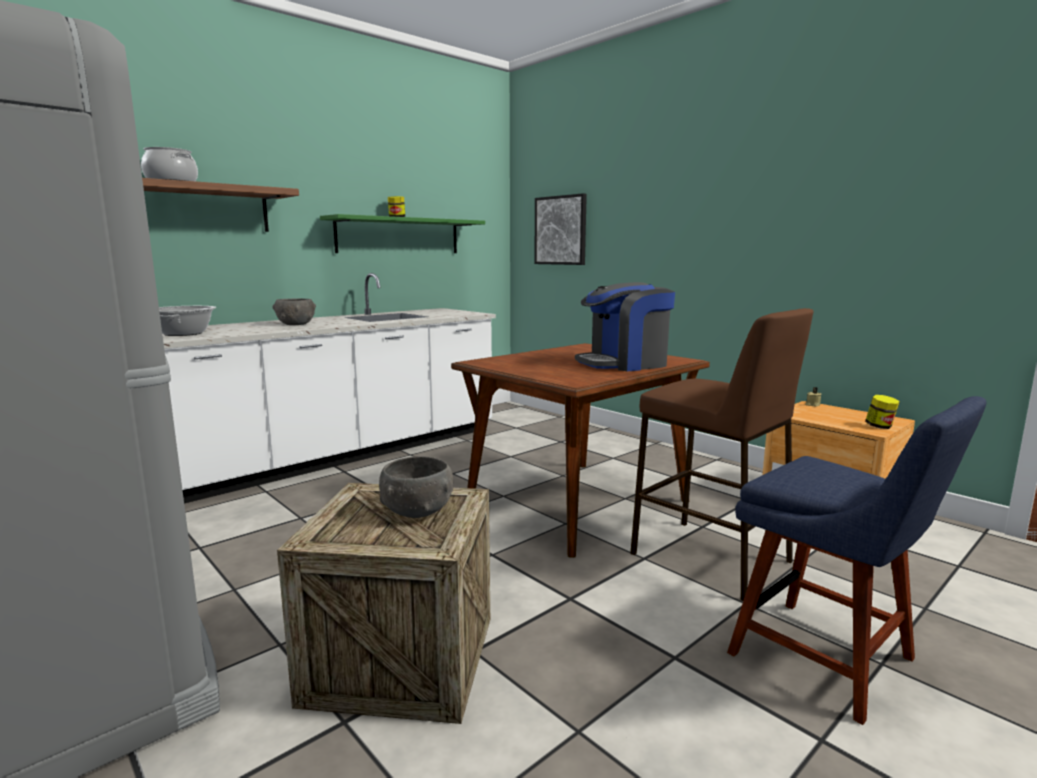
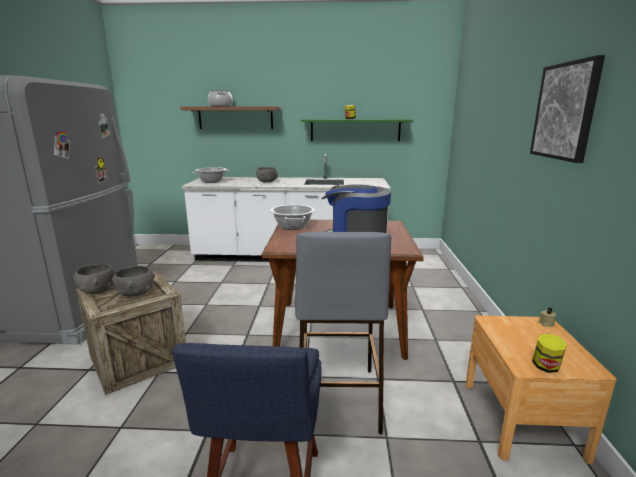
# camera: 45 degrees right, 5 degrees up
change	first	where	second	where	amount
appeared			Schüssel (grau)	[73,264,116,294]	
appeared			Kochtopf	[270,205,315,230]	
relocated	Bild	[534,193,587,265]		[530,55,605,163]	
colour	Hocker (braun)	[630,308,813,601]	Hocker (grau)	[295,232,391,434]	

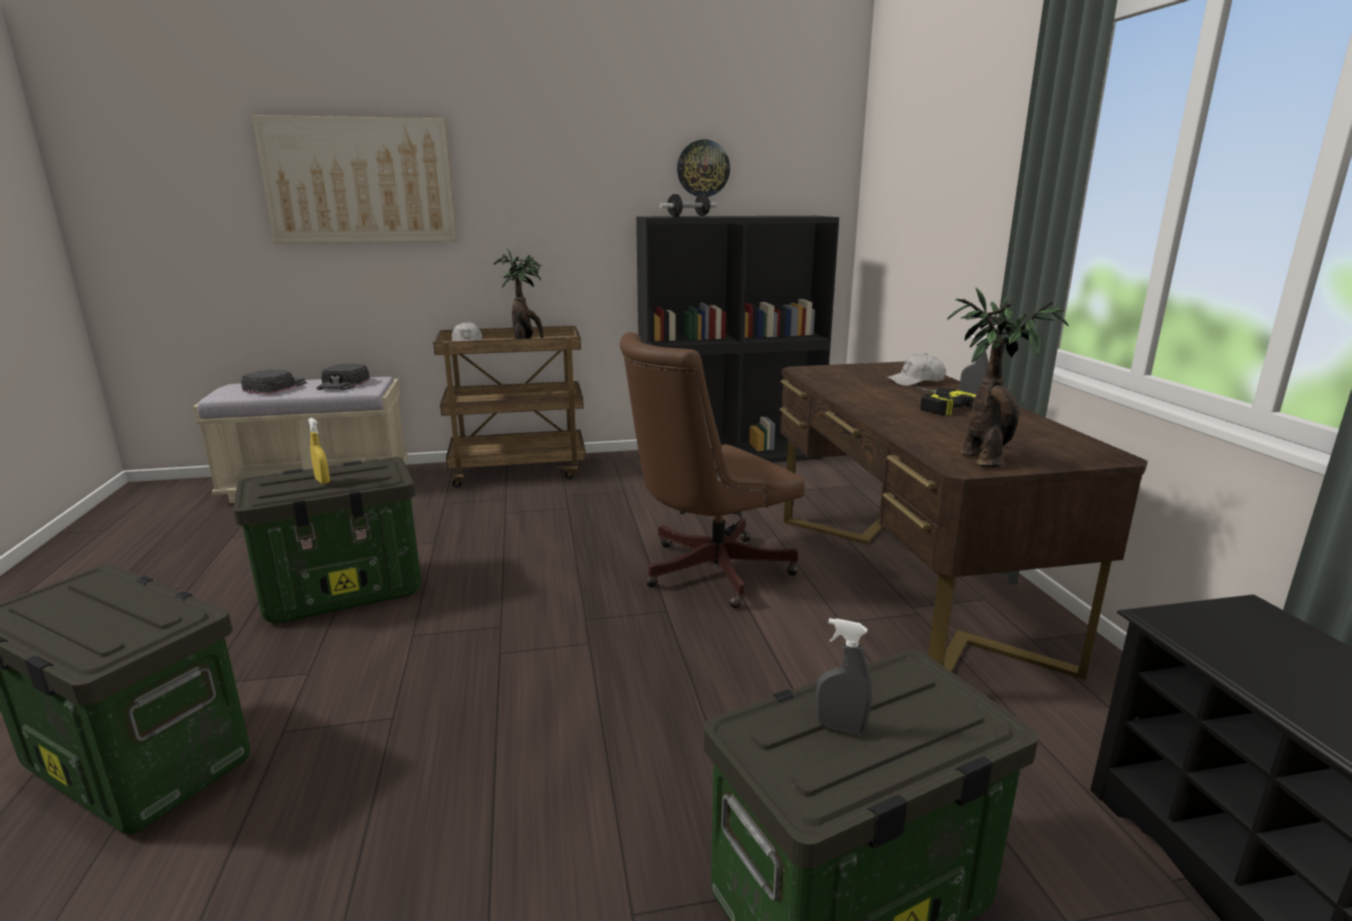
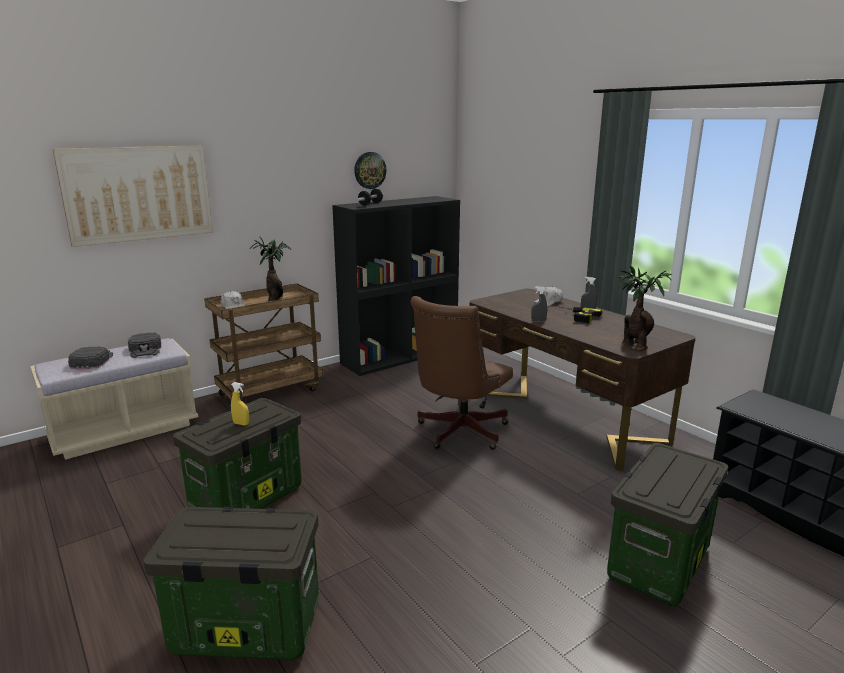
# camera: 25 degrees left, 0 degrees up
change	first	where	second	where	amount
relocated	Sprühflasche (grau)	[816,618,872,734]		[531,286,547,322]	

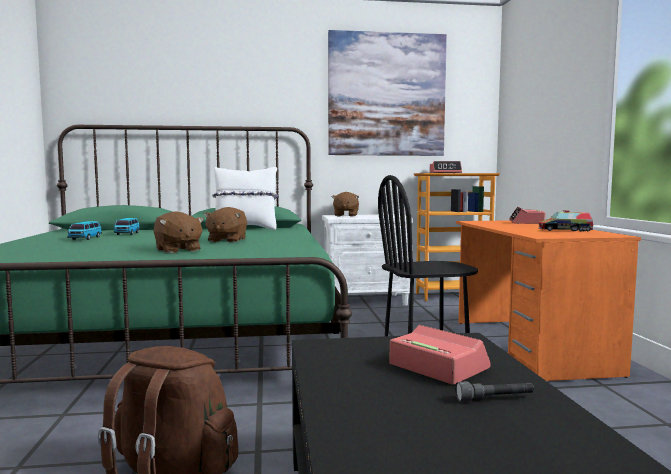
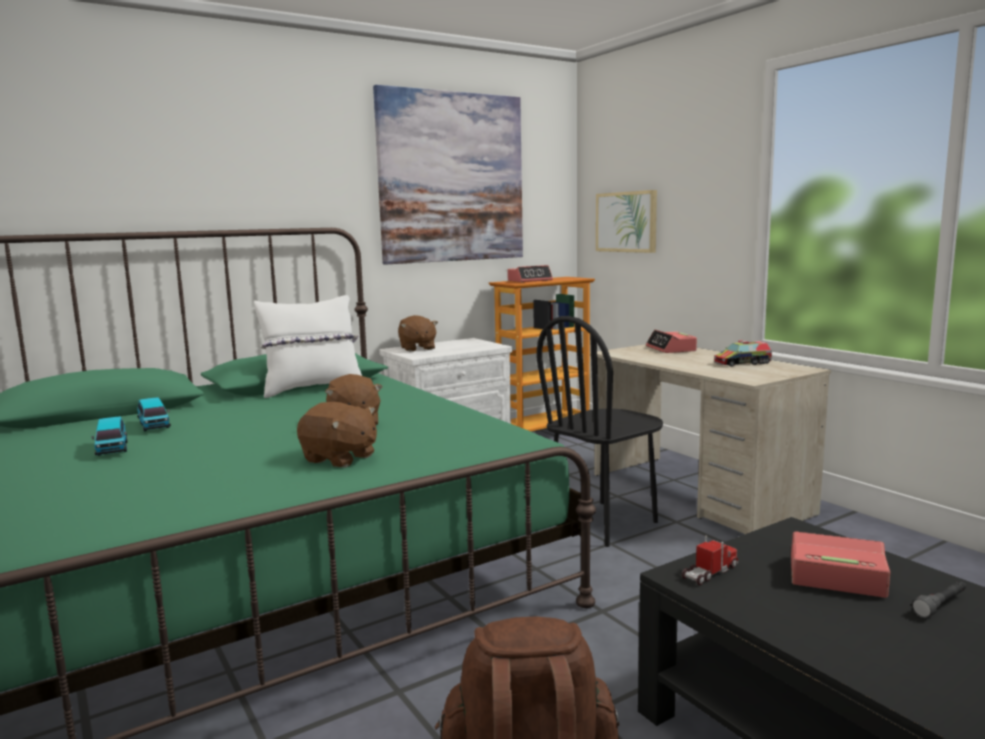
# camera: 25 degrees left, 5 degrees up
change	first	where	second	where	amount
appeared			Bild	[596,190,657,253]	
appeared			Spielzeuglaster	[682,536,738,585]	
colour	Schreibtisch (orange)	[456,220,641,381]	Schreibtisch (beige)	[590,344,831,534]	

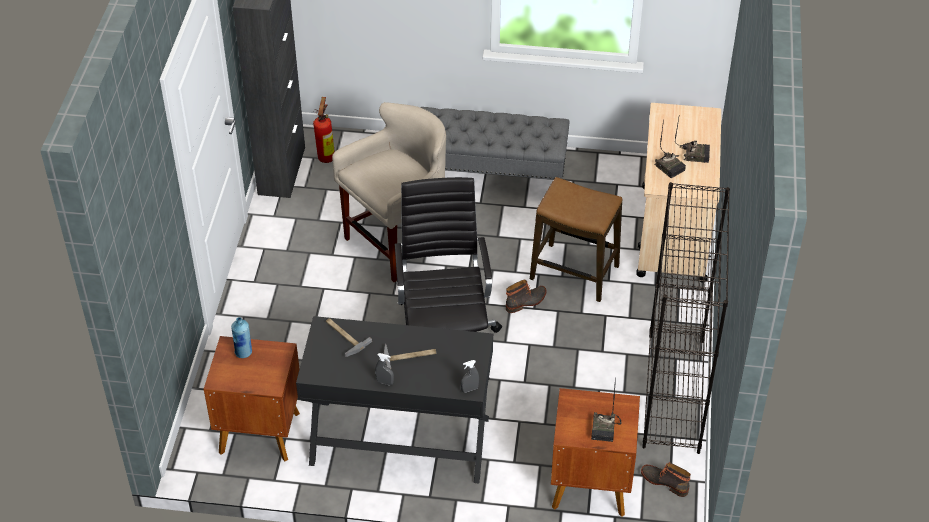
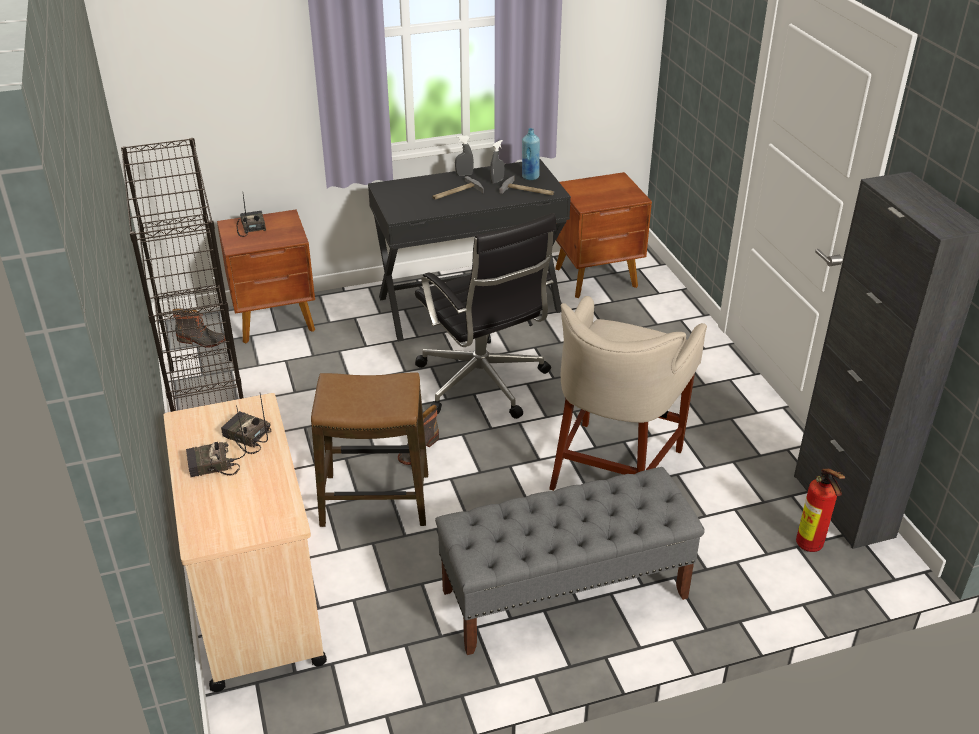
# camera: 155 degrees right, 10 degrees down
change	first	where	second	where	amount
relocated	Flasche (blau)	[231,317,252,358]		[522,128,540,180]	
relocated	Sprühflasche (grau)	[461,360,479,393]		[490,140,504,184]	

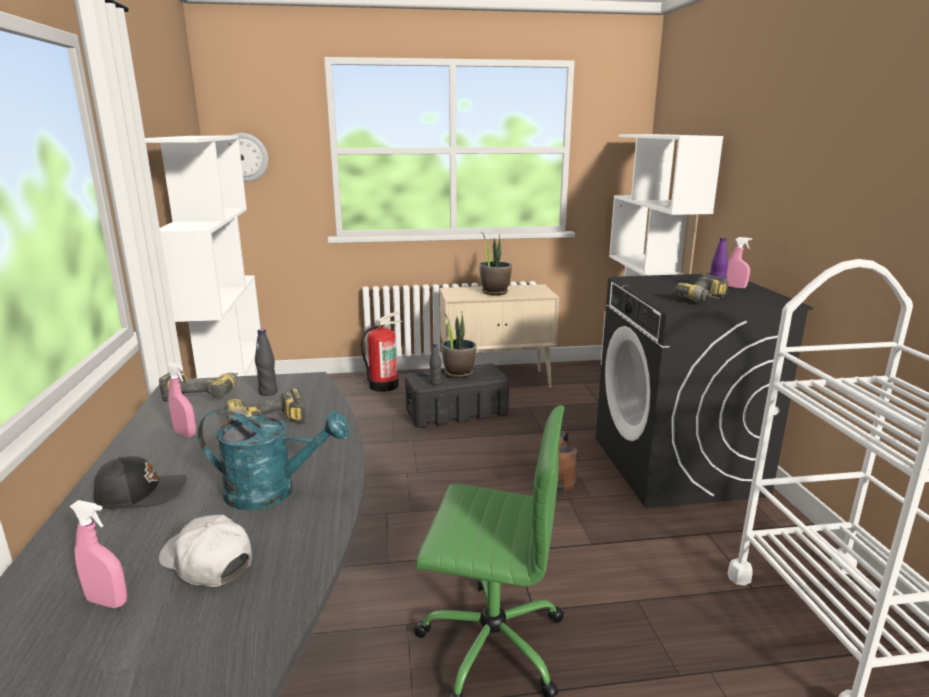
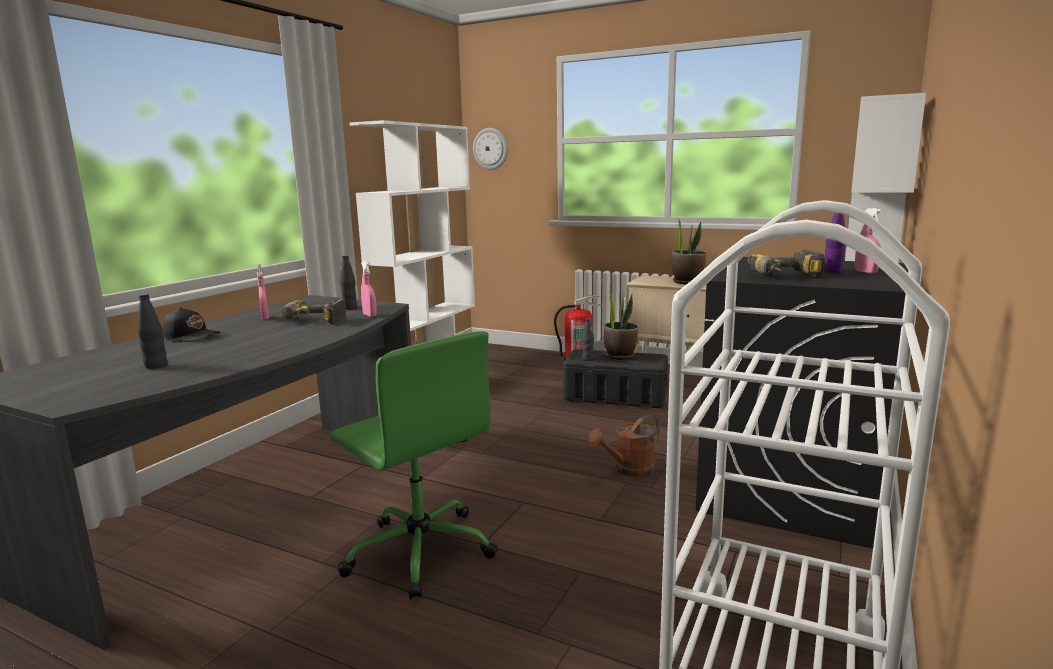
# camera: 35 degrees right, 5 degrees down
change	first	where	second	where	amount
missing	Bohrmaschine	[159,370,238,402]			
missing	Gießkanne (türkis)	[198,409,349,510]			
relocated	Sprühflasche (rosa)	[70,500,127,608]		[361,261,377,317]	
exchanged	Kappe (weiß)	[159,515,252,587]	Flasche (schwarz)	[137,294,167,369]	

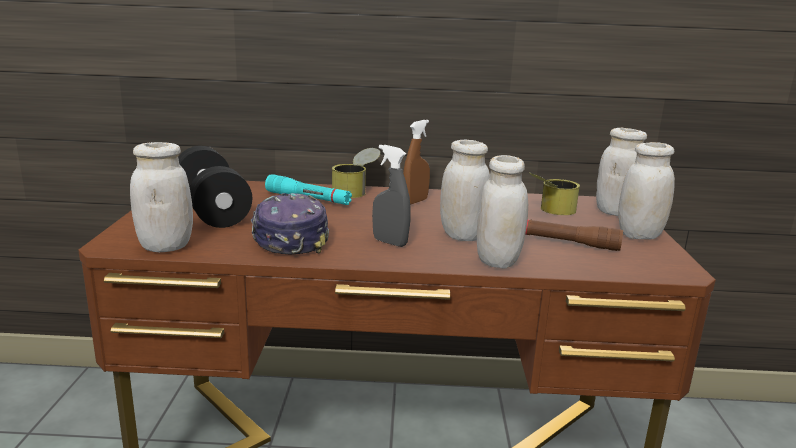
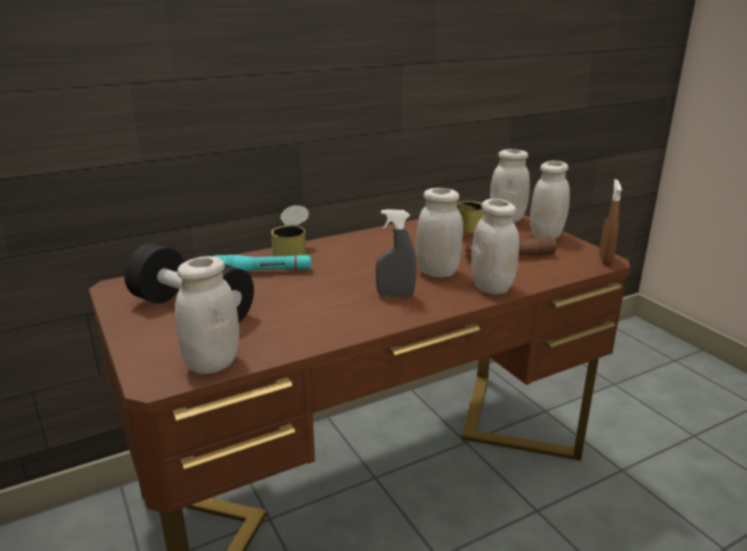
# camera: 30 degrees left, 5 degrees up
change	first	where	second	where	amount
missing	Kappe	[251,193,329,254]			
relocated	Sprühflasche (braun)	[403,120,430,205]		[599,179,622,265]	

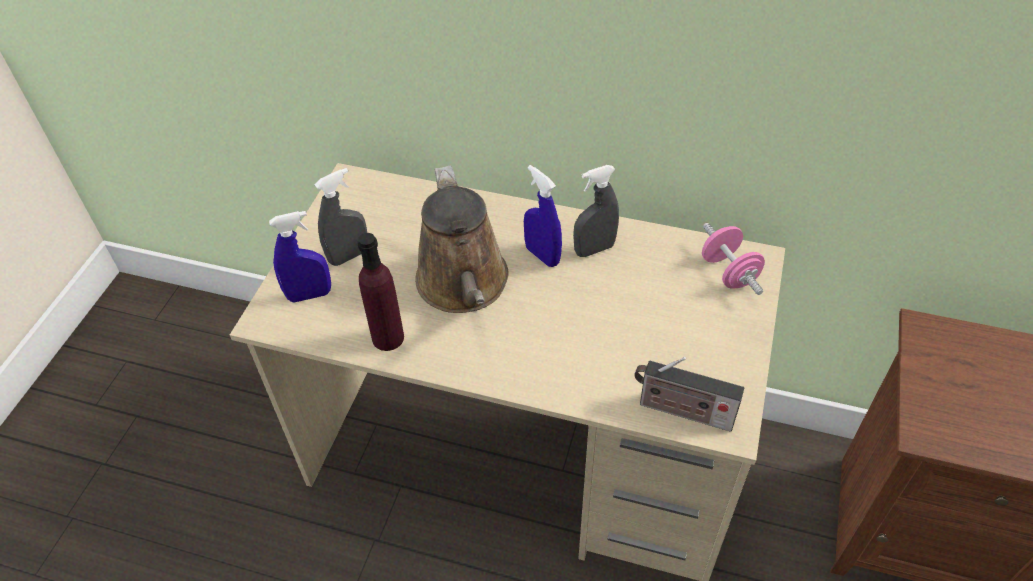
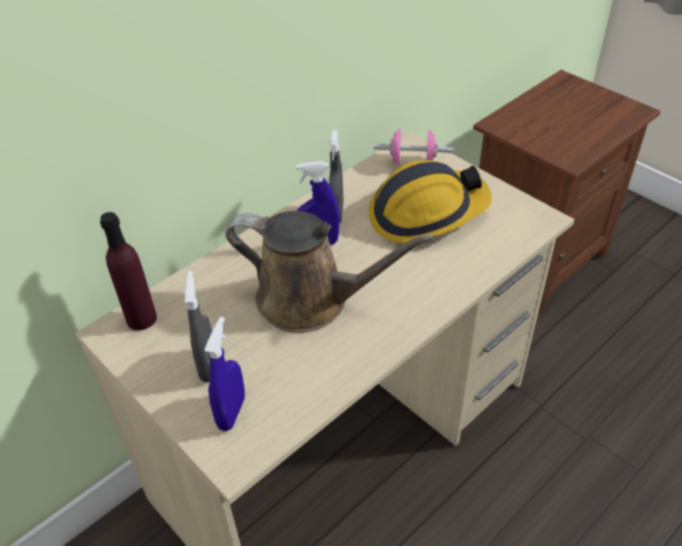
# camera: 60 degrees left, 5 degrees down
change	first	where	second	where	amount
missing	Radio	[634,357,744,432]			
appeared			Schutzhelm	[369,160,492,243]	
relocated	Flasche (lila)	[358,233,404,351]		[100,212,157,330]	

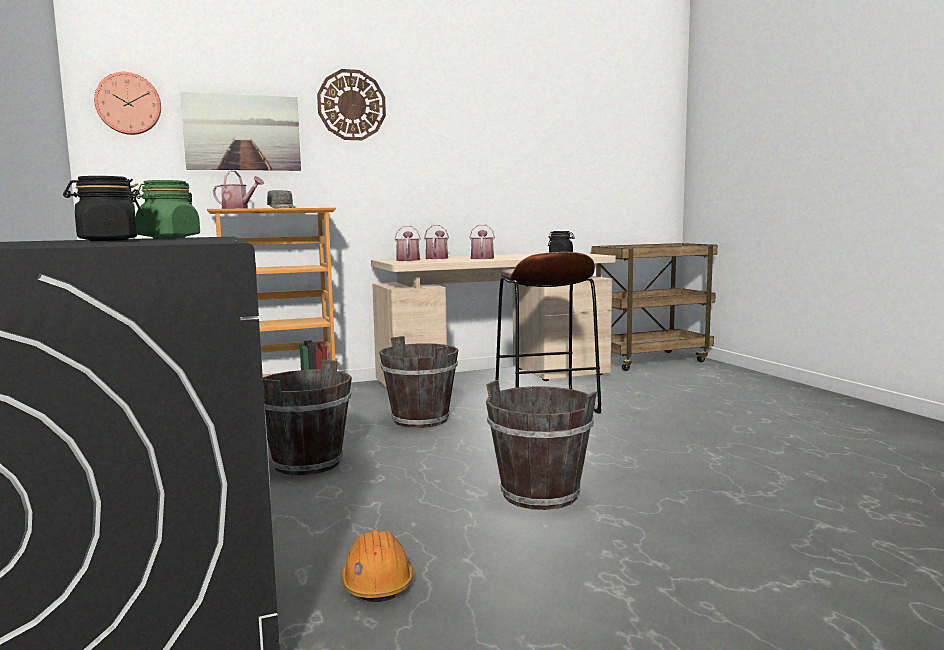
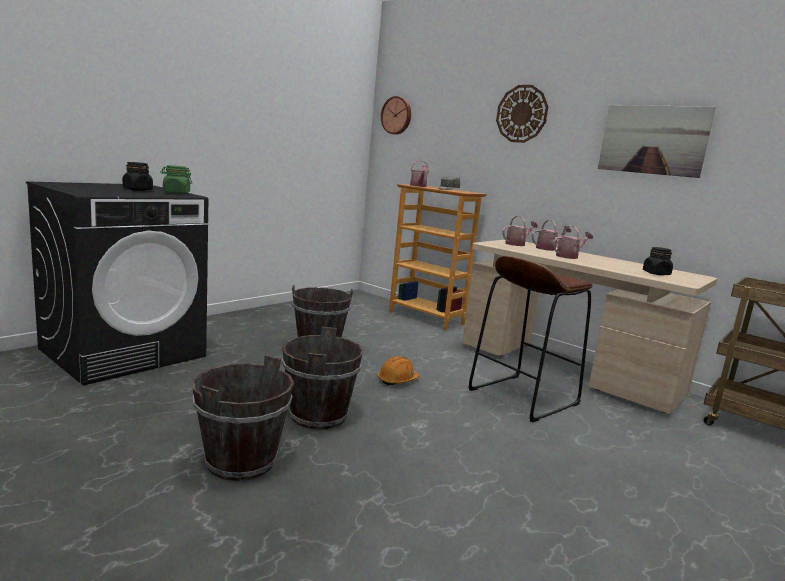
# camera: 60 degrees right, 5 degrees up
change	first	where	second	where	amount
relocated	Bild	[180,91,301,171]		[598,105,716,178]	
relocated	Schutzhelm (orange)	[341,529,413,602]		[378,356,419,385]	
relocated	Eimer (braun)	[379,336,459,428]		[192,355,294,481]	

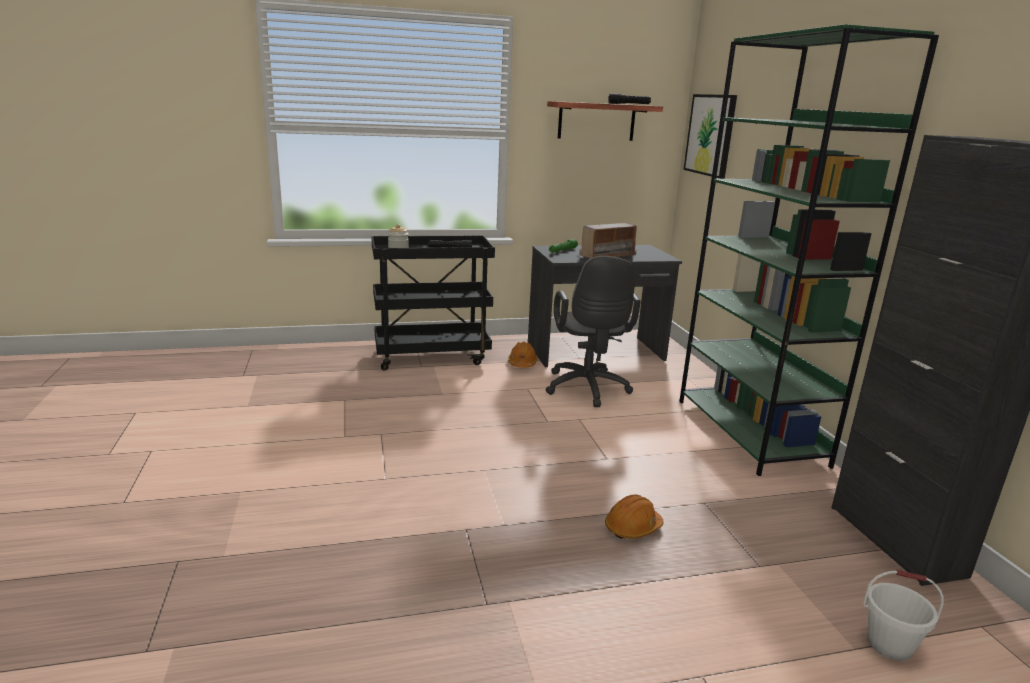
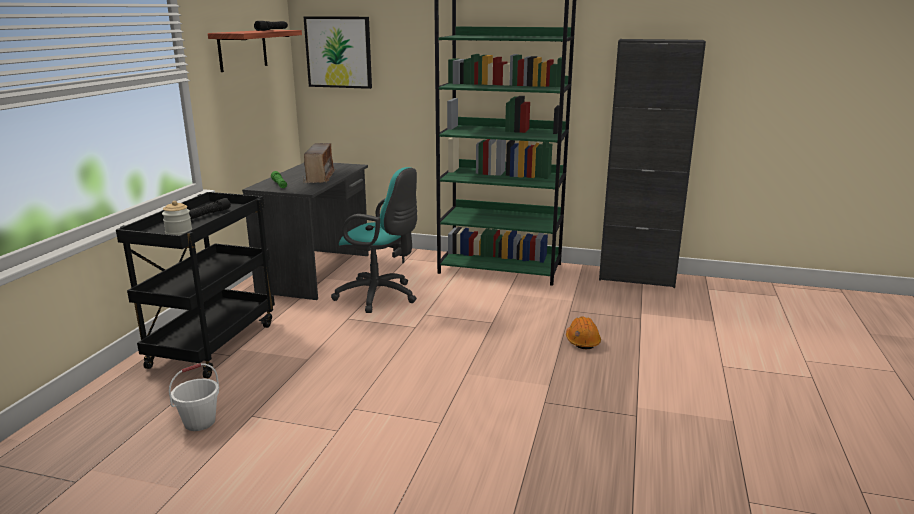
# camera: 60 degrees left, 0 degrees up
change	first	where	second	where	amount
missing	Schutzhelm (orange)	[508,342,537,368]			
relocated	Eimer (weiß)	[863,570,944,661]		[169,363,219,431]	
colour	Bürostuhl (grau)	[546,255,641,407]	Bürostuhl (türkis)	[331,167,417,313]	

